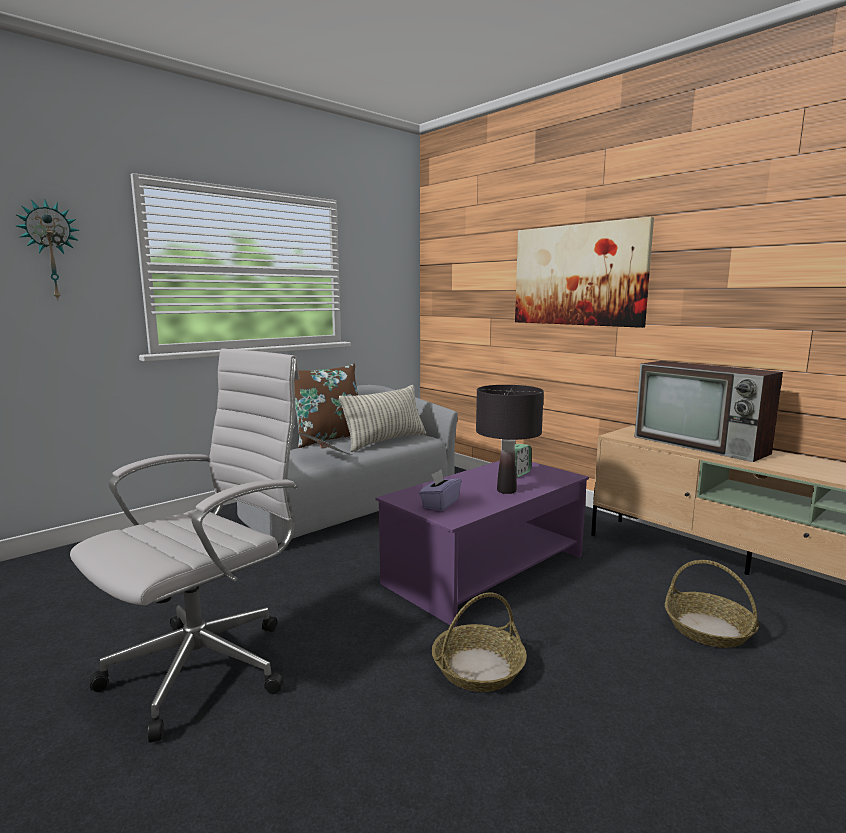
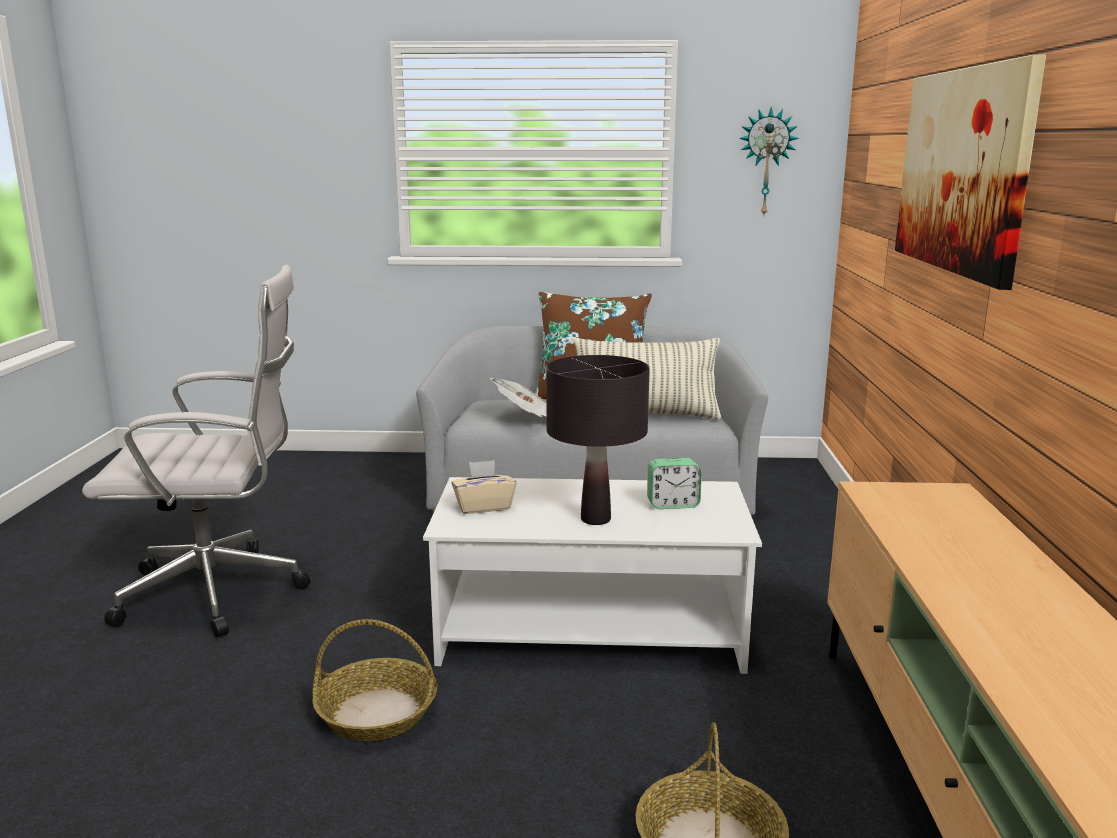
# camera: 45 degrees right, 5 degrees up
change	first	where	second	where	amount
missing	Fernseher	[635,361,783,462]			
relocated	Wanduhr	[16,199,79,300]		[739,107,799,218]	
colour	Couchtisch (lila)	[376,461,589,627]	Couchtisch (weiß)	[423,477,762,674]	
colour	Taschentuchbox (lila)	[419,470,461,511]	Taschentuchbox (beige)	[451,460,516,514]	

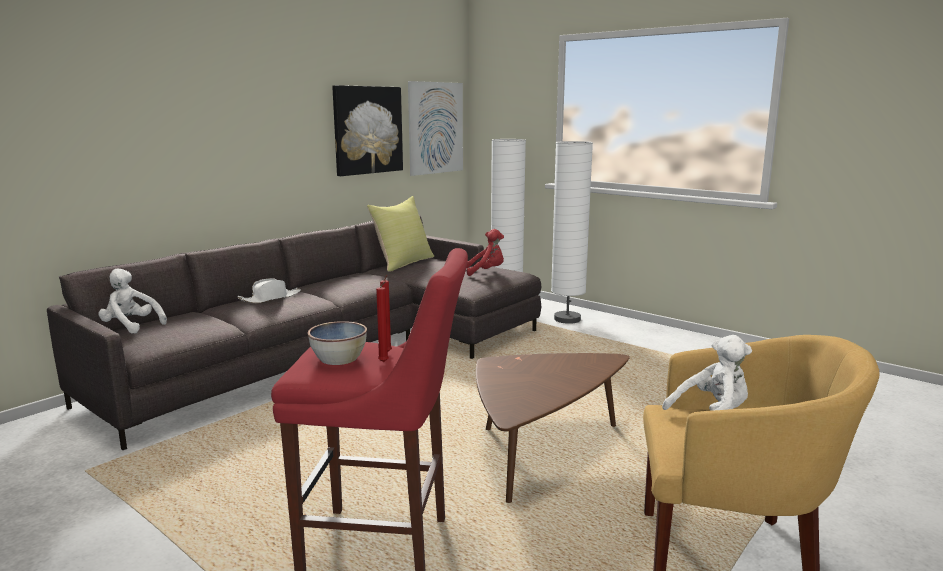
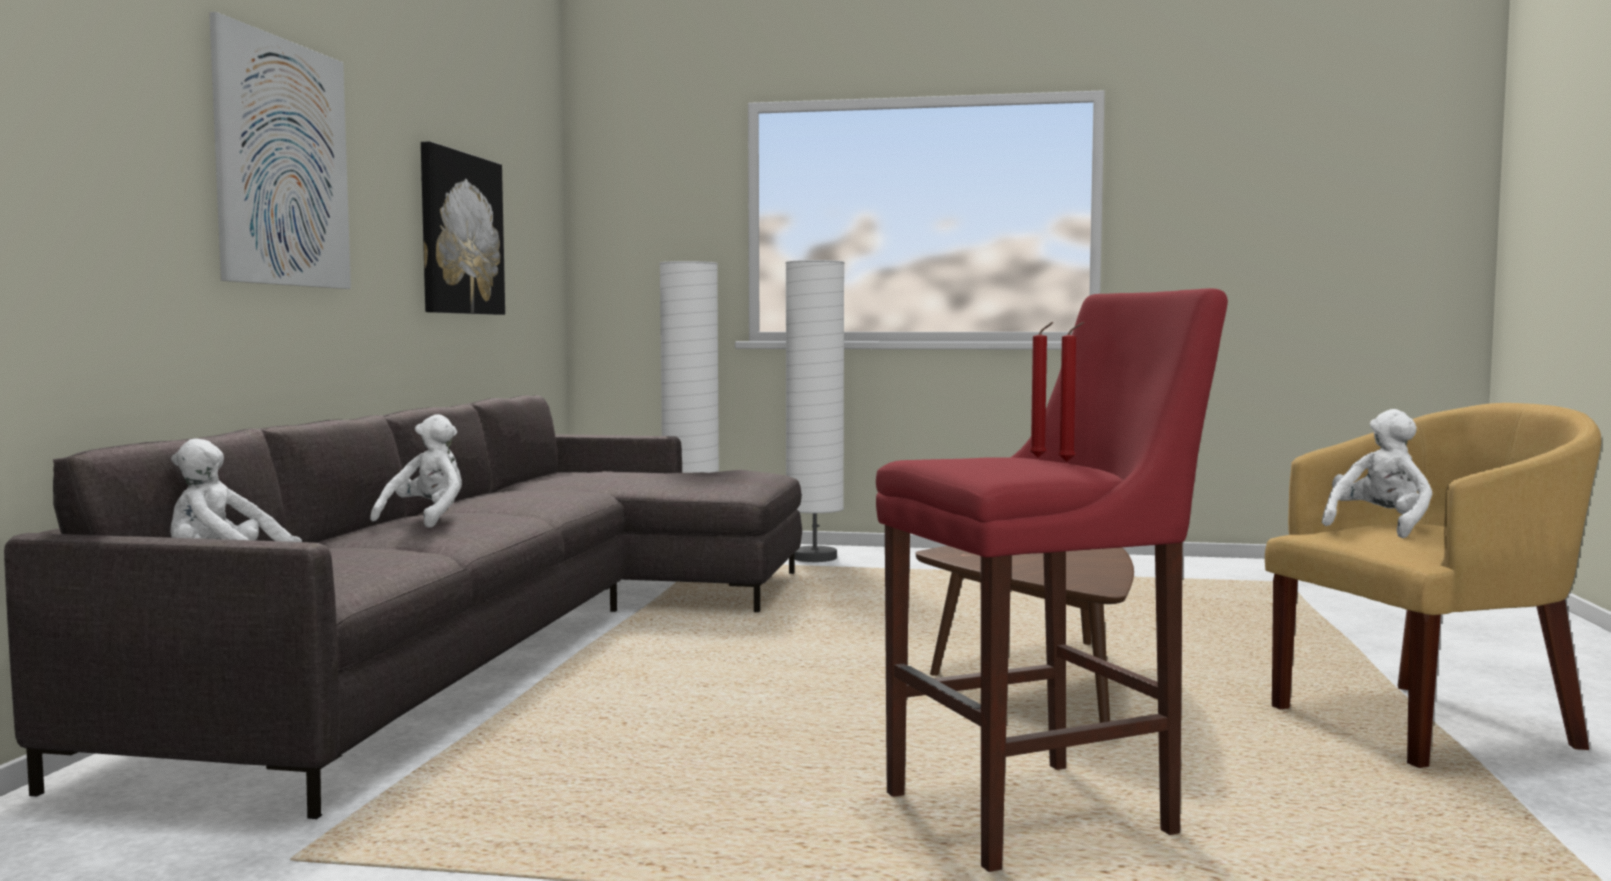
# camera: 30 degrees left, 10 degrees down
change	first	where	second	where	amount
missing	Schüssel	[308,321,367,365]			
missing	Kissen (gelb)	[367,196,434,272]			
missing	Plüschtier (rot)	[466,229,504,276]			
relocated	Bild	[408,81,463,176]		[209,12,351,289]	
exchanged	Hut (weiß)	[238,278,301,303]	Plüschtier (weiß)	[370,414,462,528]	

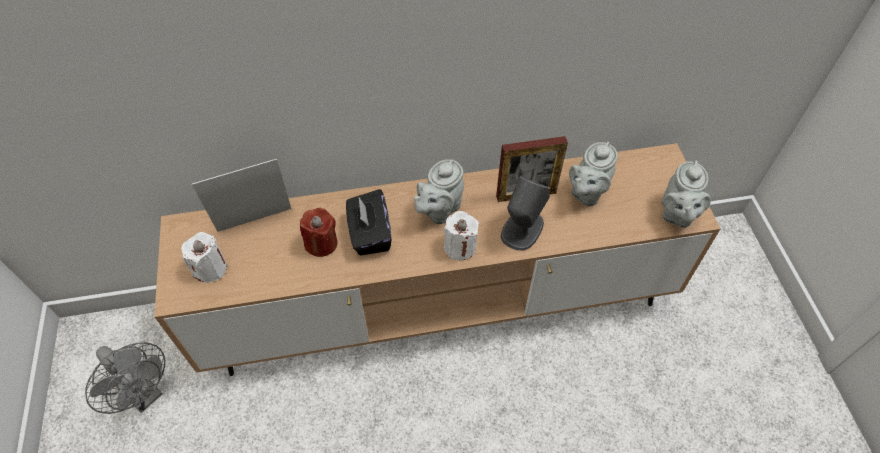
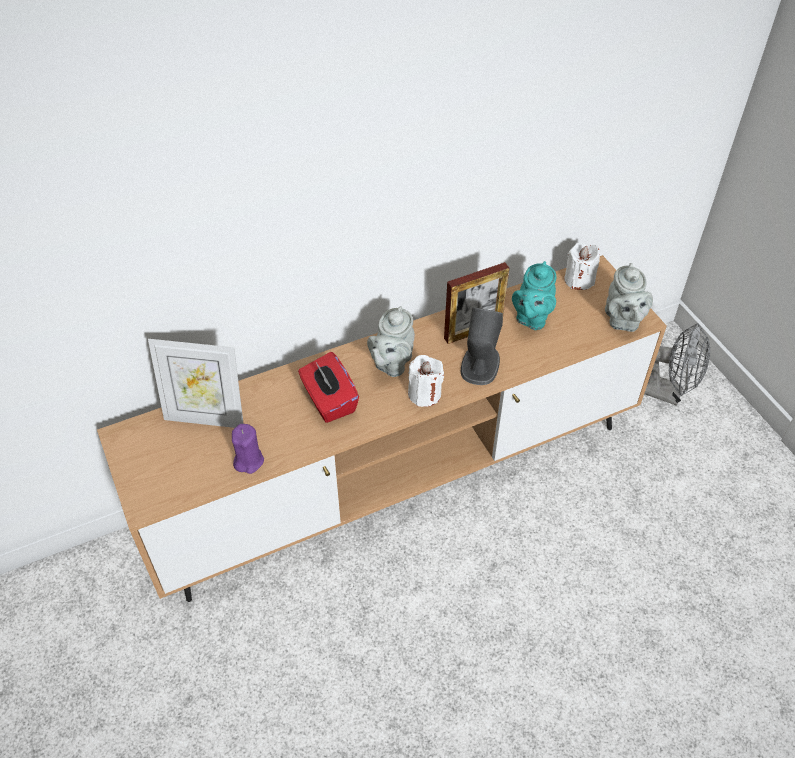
# camera: 15 degrees left, 5 degrees down
change	first	where	second	where	amount
missing	Kerze (rot)	[300,208,338,257]			
appeared			Kerze (lila)	[232,424,264,474]	
relocated	Ventilator (grau)	[85,342,165,414]		[644,323,710,406]	
relocated	Kerze (weiß)	[181,232,227,283]		[564,243,600,290]	
colour	Taschentuchbox (schwarz)	[346,189,392,255]	Taschentuchbox (rot)	[298,352,359,423]	
colour	Teekanne (grau)	[569,142,618,206]	Teekanne (türkis)	[512,261,556,330]	
spun	Bilderrahmen	[192,159,291,232]		[148,339,244,428]	135 degrees counterclockwise

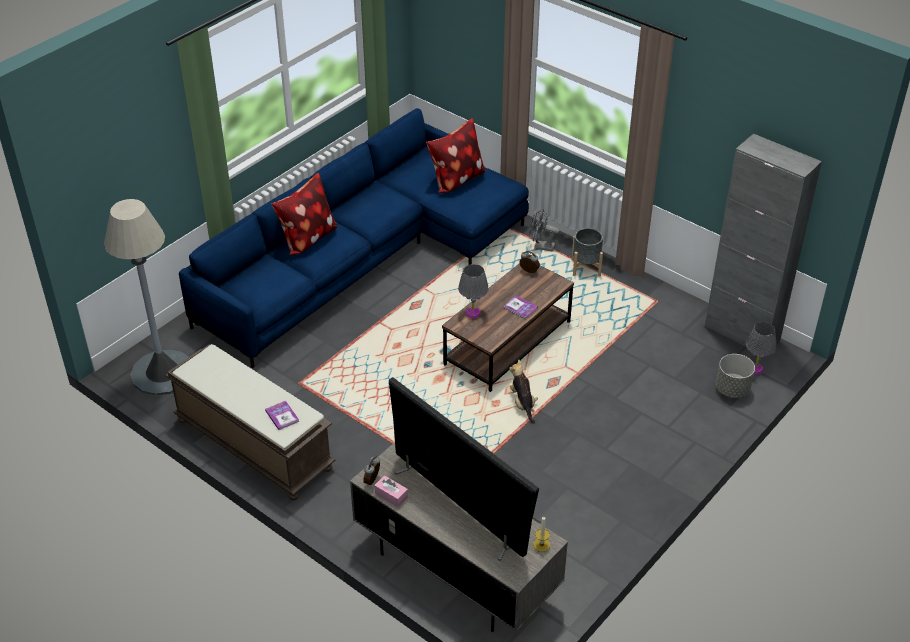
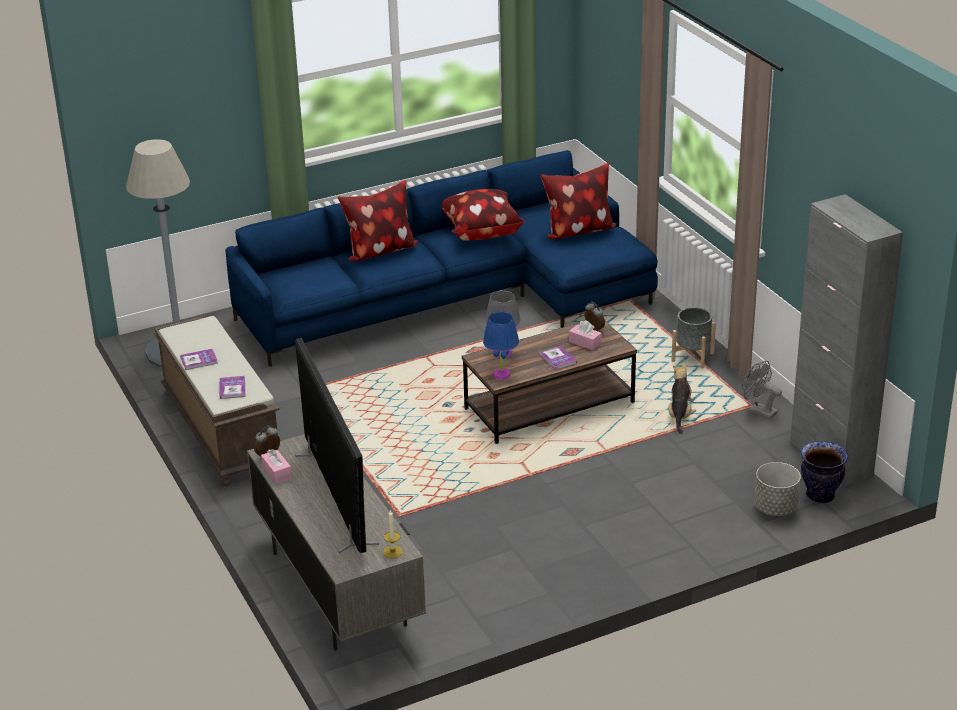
# camera: 25 degrees right, 10 degrees down
change	first	where	second	where	amount
appeared			Buch	[180,349,218,370]	
appeared			Kissen	[442,189,525,241]	
appeared			Tischlampe (blau)	[483,312,519,379]	
appeared			Taschentuchbox (rosa)	[569,320,602,350]	
relocated	Plüschtier	[509,359,538,424]		[668,363,696,434]	
relocated	Ventilator (grau)	[529,209,560,252]		[742,361,782,419]	
exchanged	Tischlampe (grau)	[746,322,776,374]	Vase	[801,441,848,503]	

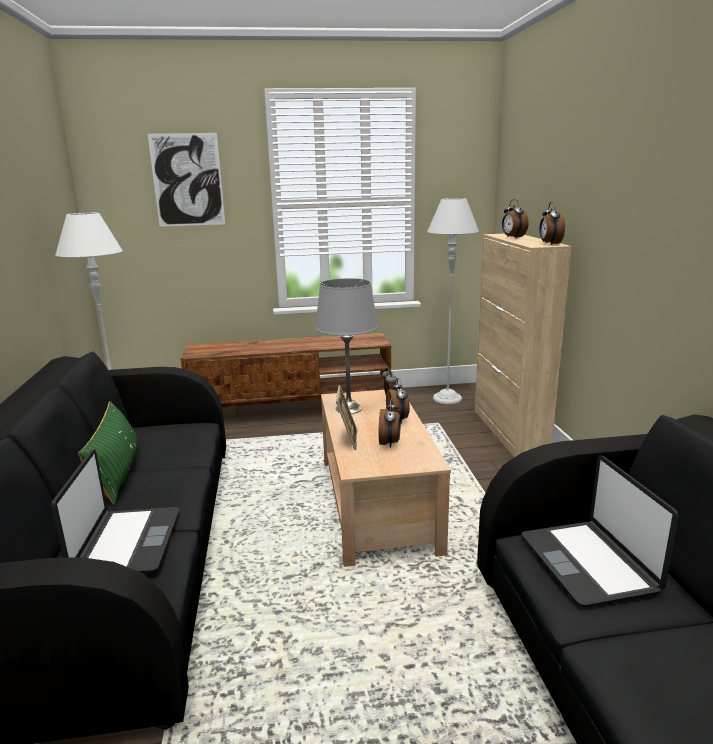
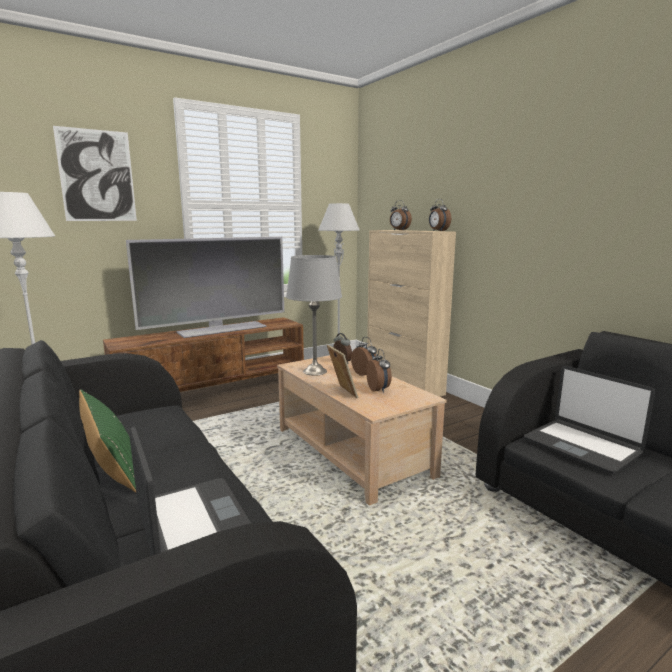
# camera: 25 degrees left, 5 degrees down
change	first	where	second	where	amount
appeared			Fernseher	[126,237,284,338]	

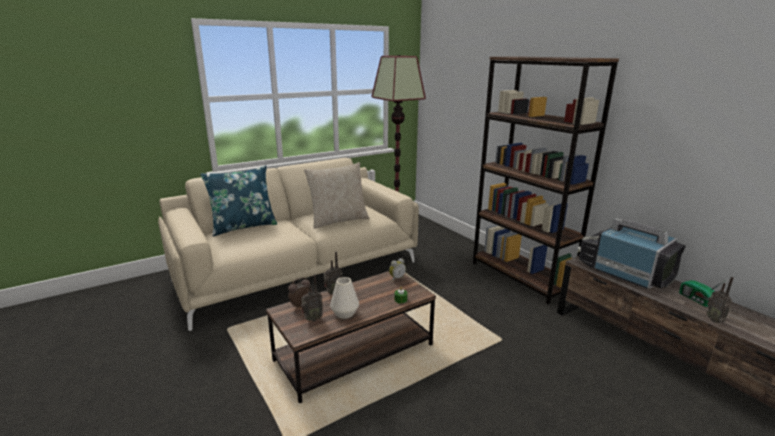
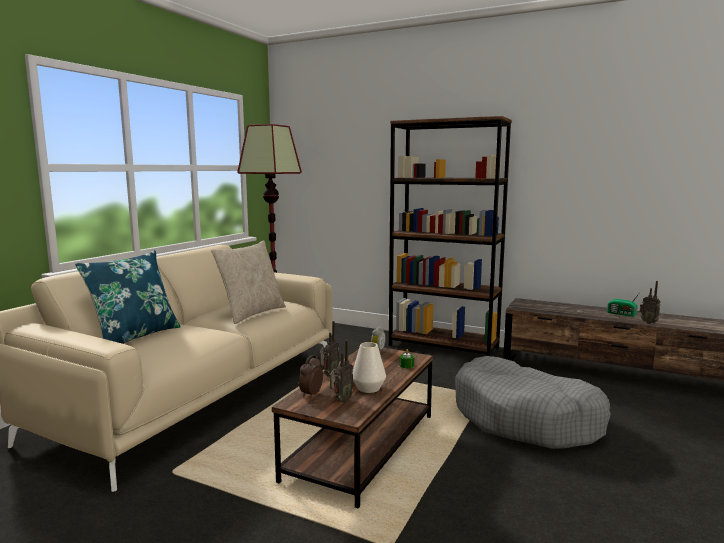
# camera: 30 degrees left, 10 degrees down
change	first	where	second	where	amount
missing	Fernseher	[577,218,686,289]			
appeared			Hundebett (grau)	[455,356,611,449]	

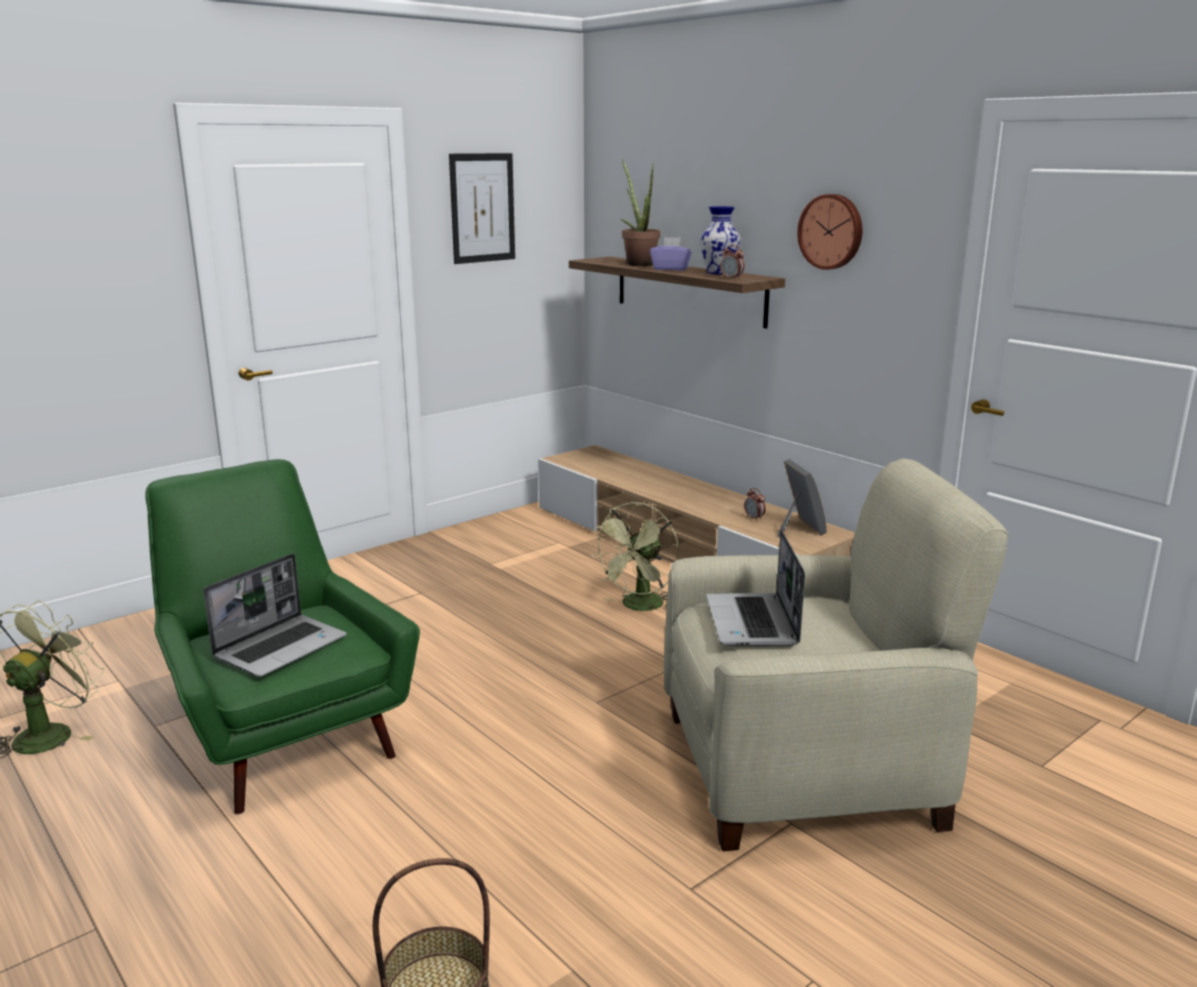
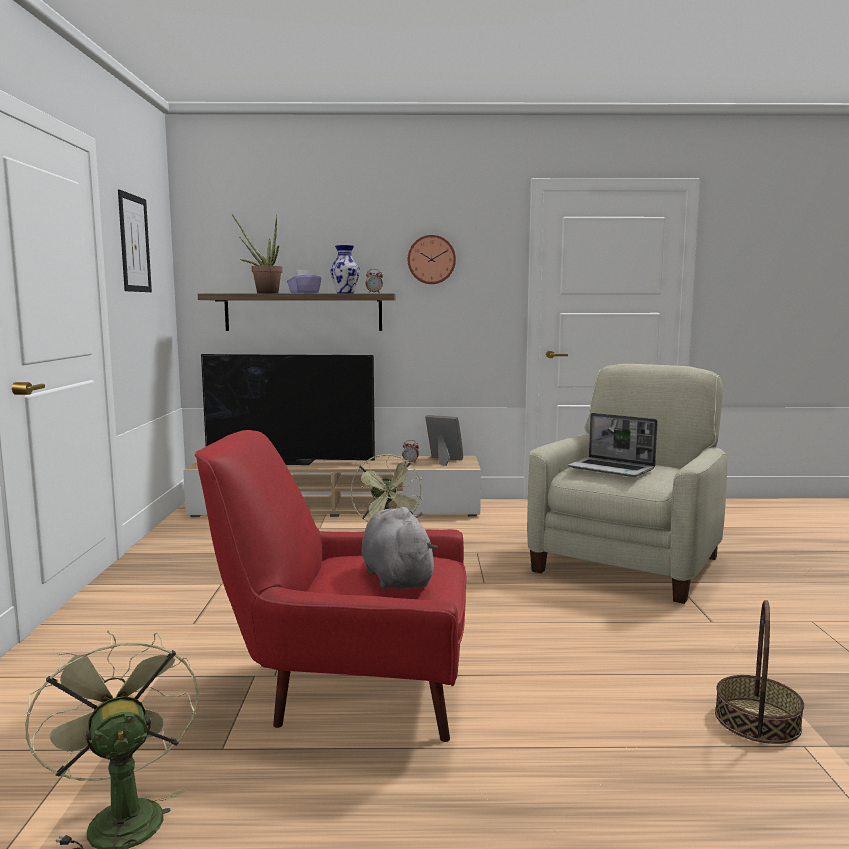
# camera: 50 degrees left, 10 degrees down
change	first	where	second	where	amount
appeared			Fernseher	[201,354,375,465]	
exchanged	Laptop	[203,553,347,677]	Plüschtier (grau)	[361,507,438,590]	
colour	Sessel (grün)	[145,459,420,814]	Sessel (rot)	[195,430,467,742]	

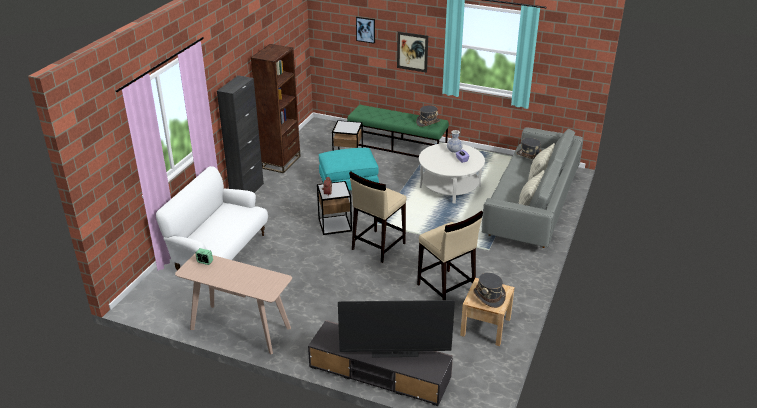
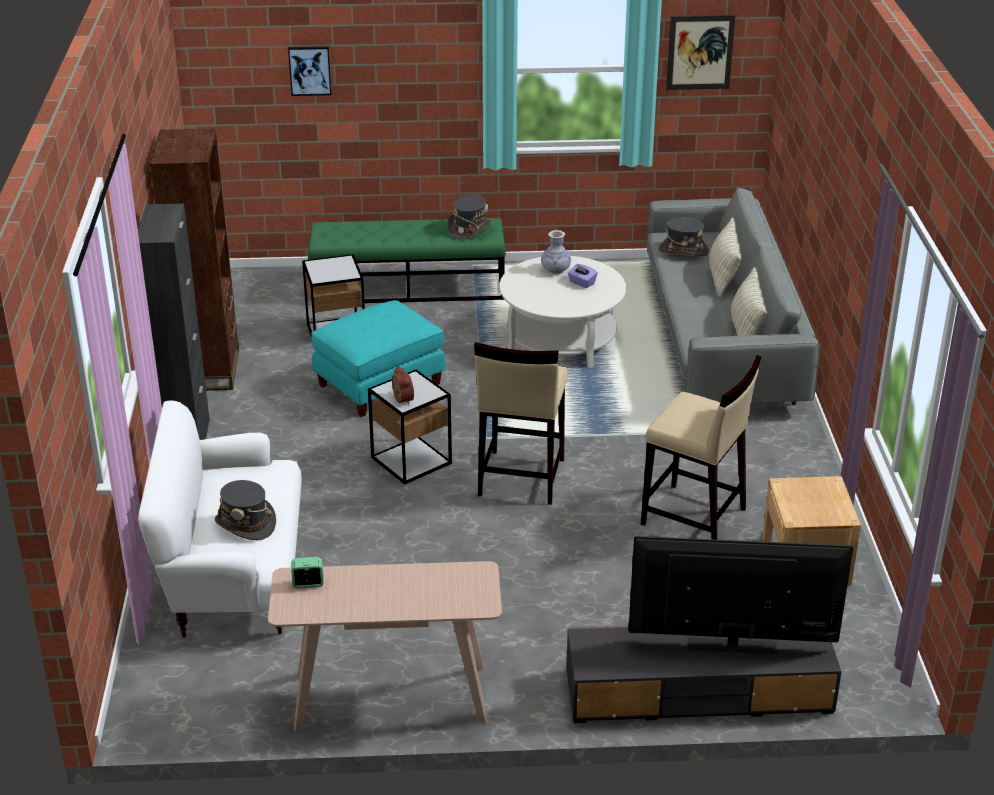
# camera: 25 degrees left, 0 degrees up
change	first	where	second	where	amount
relocated	Bild	[397,31,428,73]		[666,15,735,90]	
relocated	Hut (grau)	[473,273,506,308]		[215,480,276,540]	
spun	Fernseher	[338,300,455,357]		[628,536,853,654]	150 degrees counterclockwise

